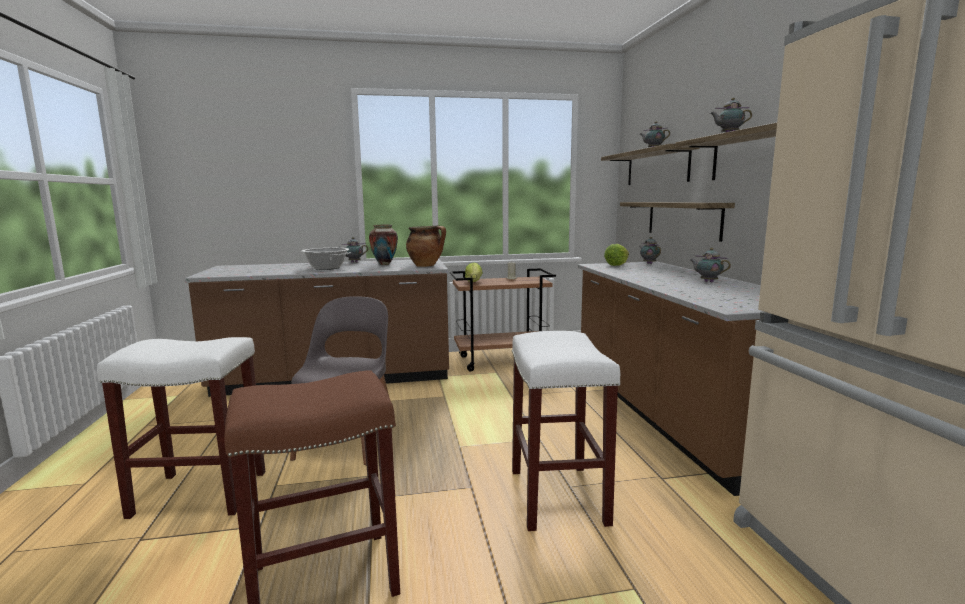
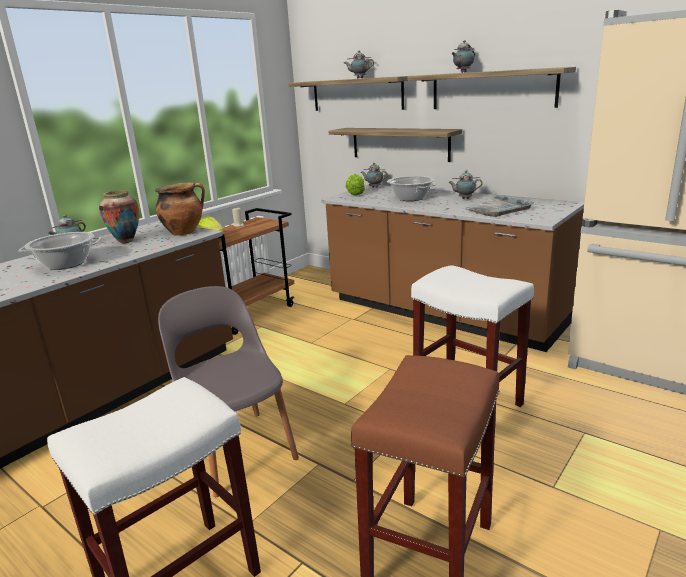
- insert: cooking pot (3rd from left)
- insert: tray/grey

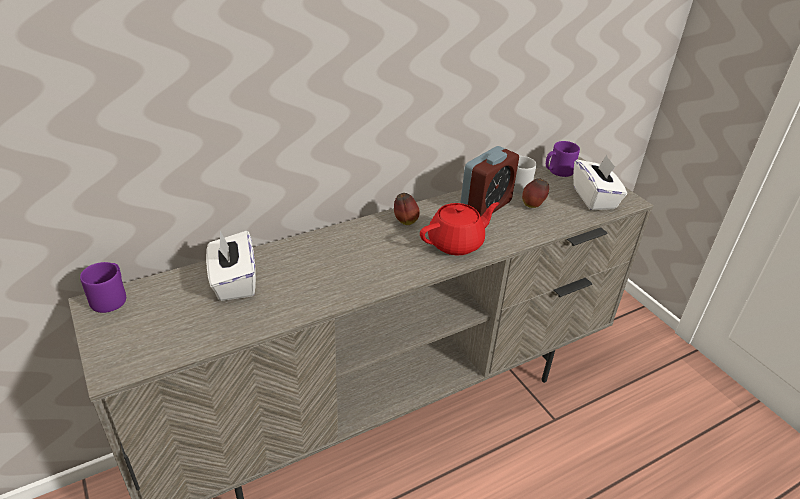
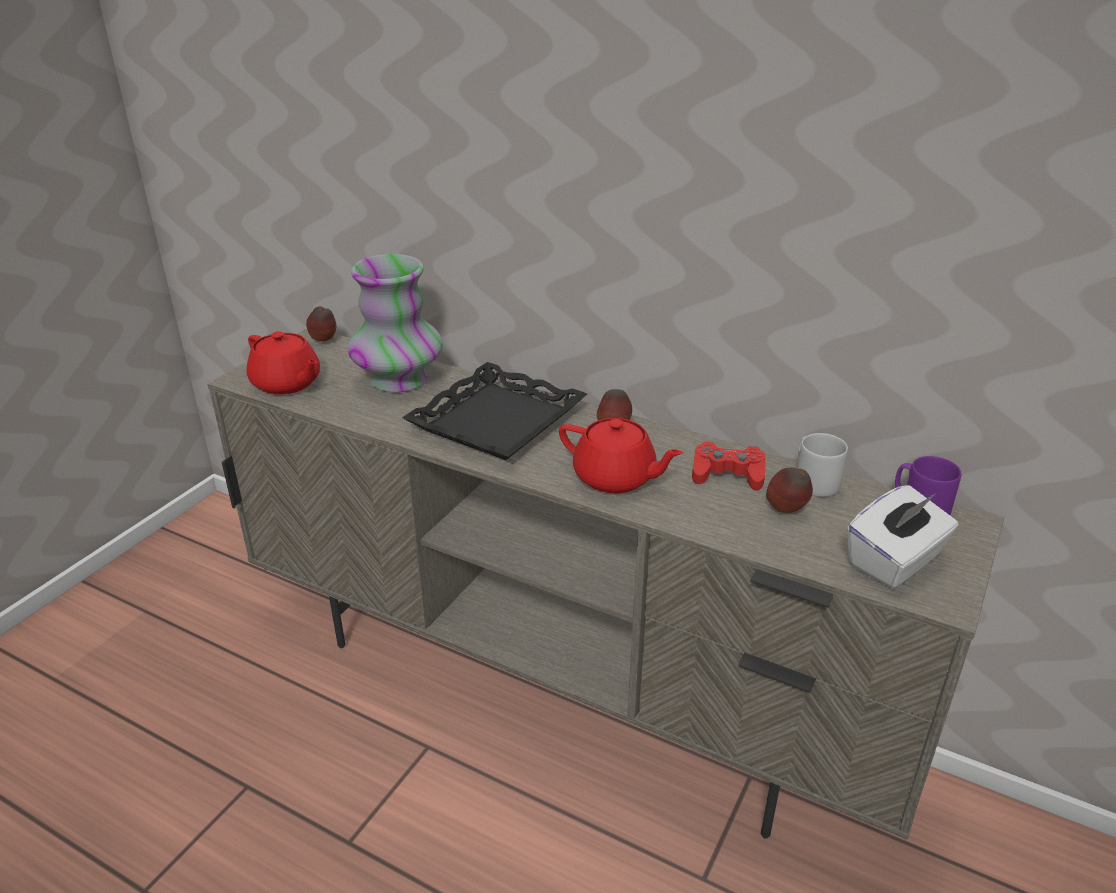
- insert: teapot/red (1st from left)
- replace: mug/purple (1st from left) to apple (1st from left)
- replace: tissue box/white (1st from left) to vase
- insert: tray/black
- replace: alarm clock to game controller/red

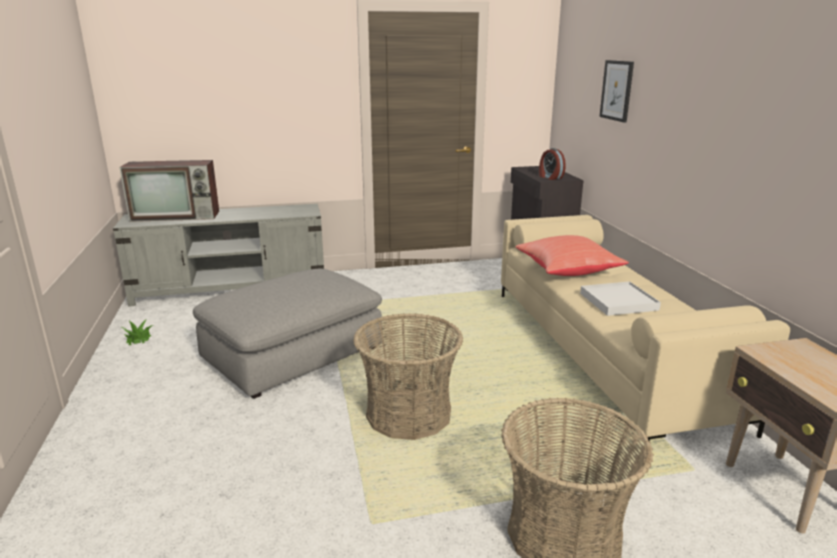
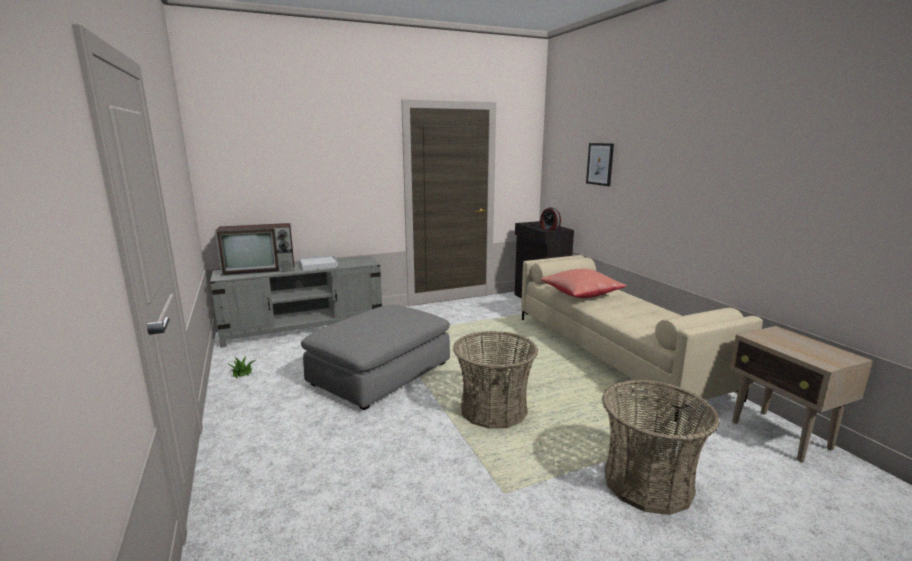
- move: tray/white

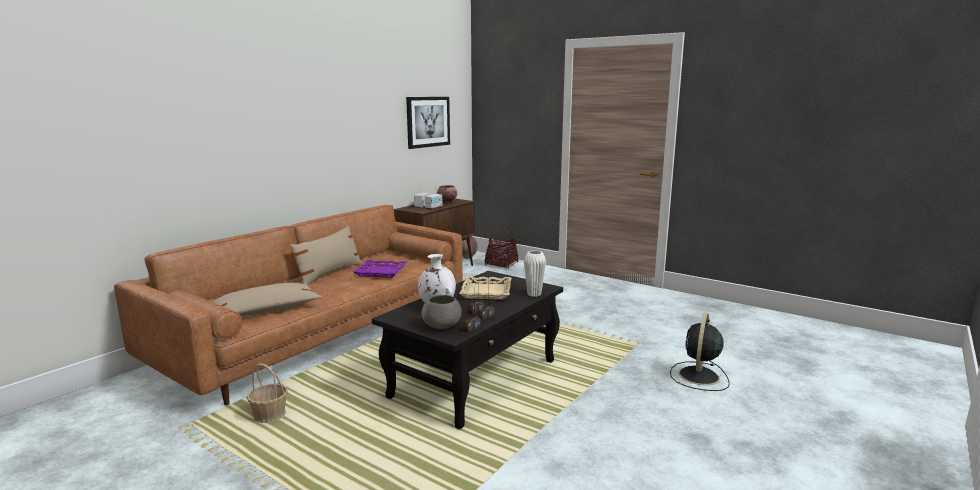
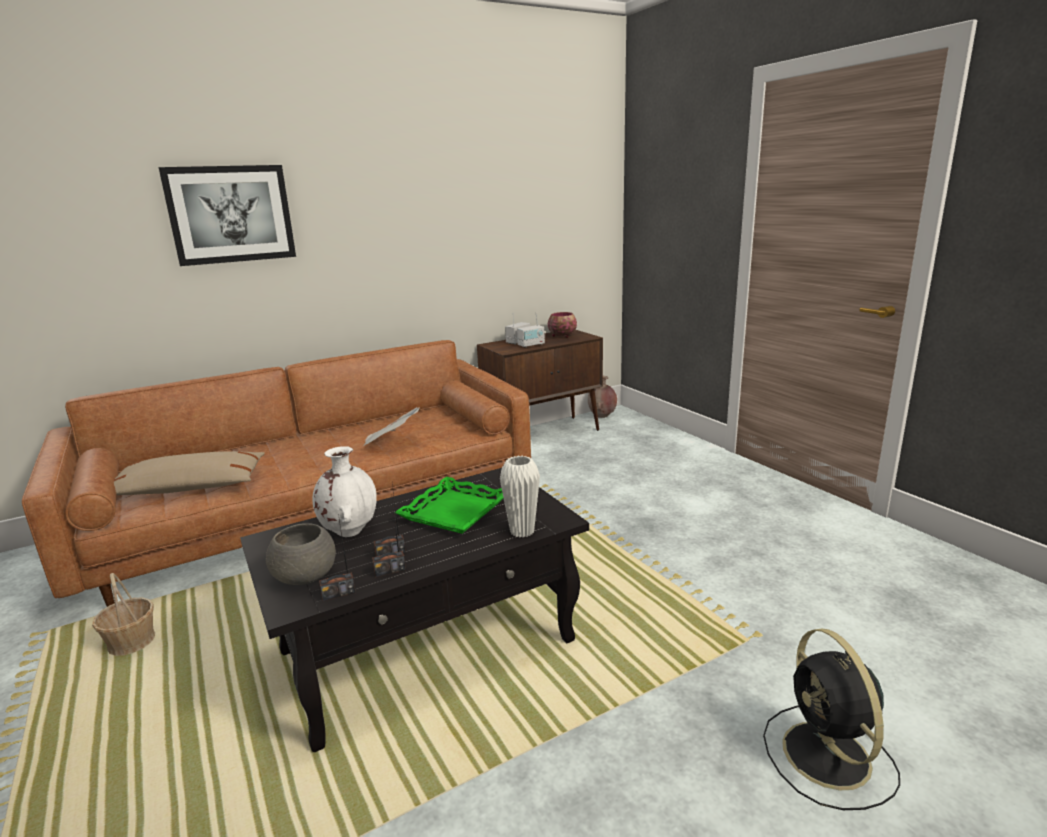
- move: picture
- replace: tray/purple to newspaper
- recolor: tray/beige to tray/green
- rotate: fan/black 60 degrees counterclockwise
- delete: pillow/beige (2nd from left)
- delete: basket (2nd from left)

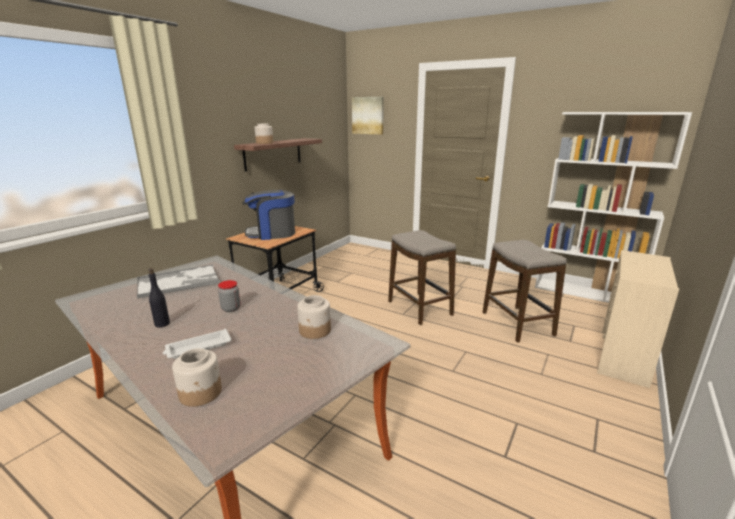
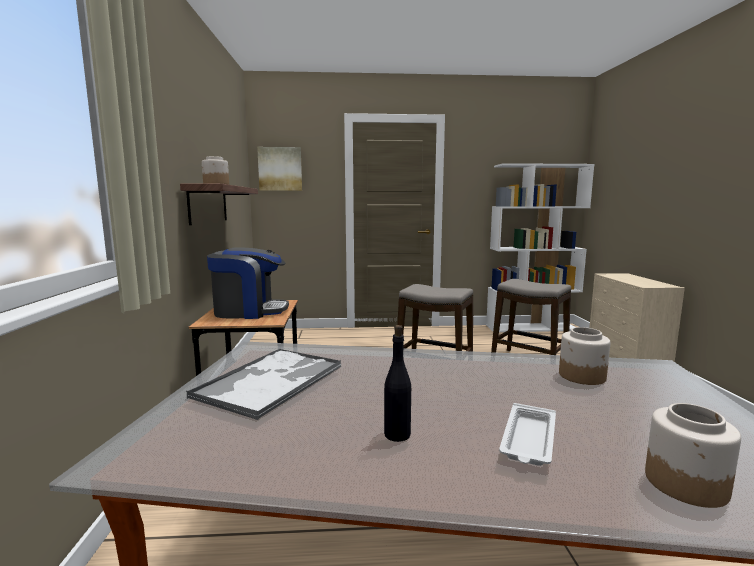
- rotate: coffee machine 135 degrees counterclockwise
- delete: jar (2nd from left)

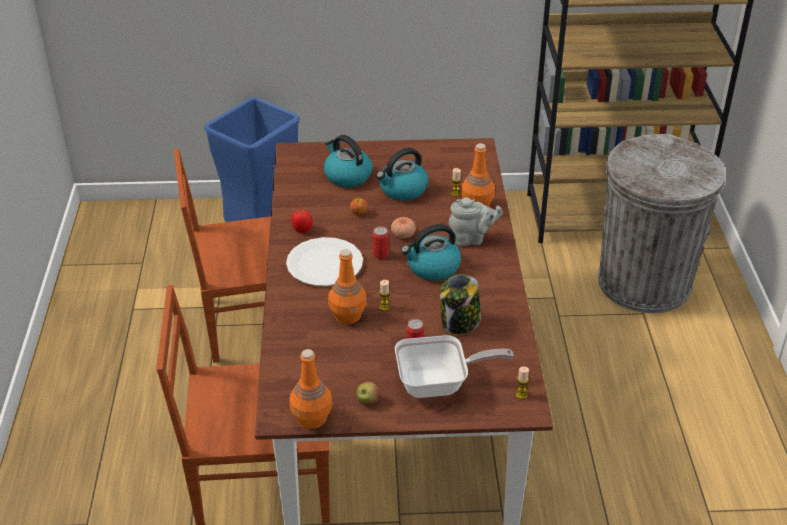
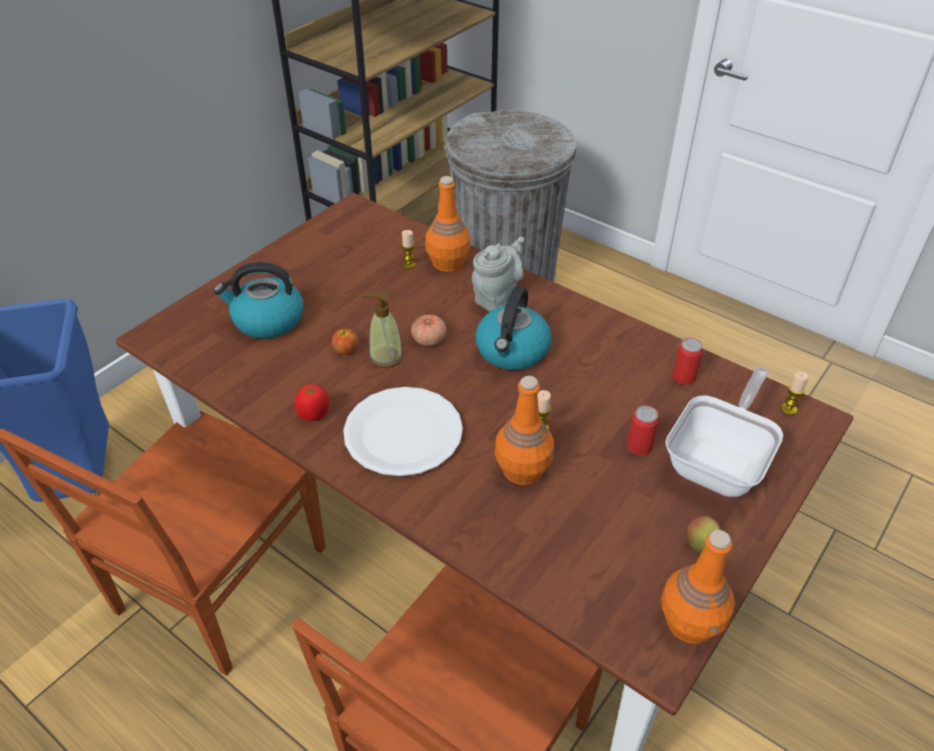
- insert: soap dispenser
- move: can (1st from left in the first image) to can (2nd from left)
- delete: kettle (2nd from left)
- delete: jar

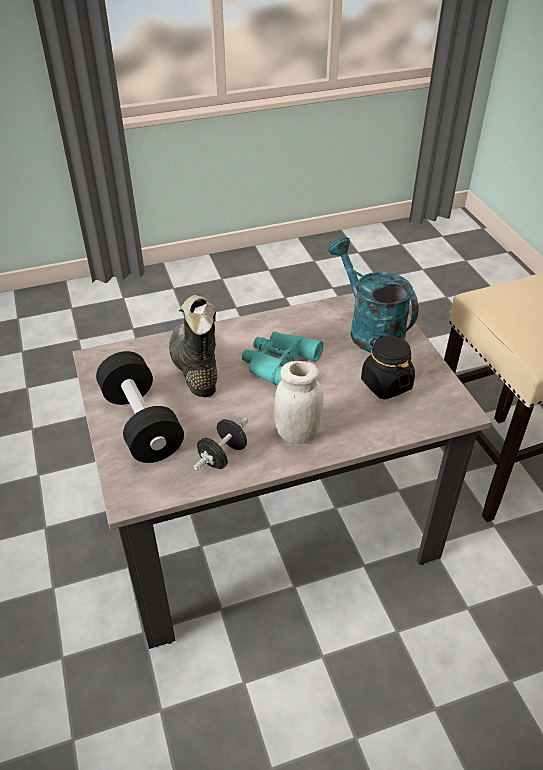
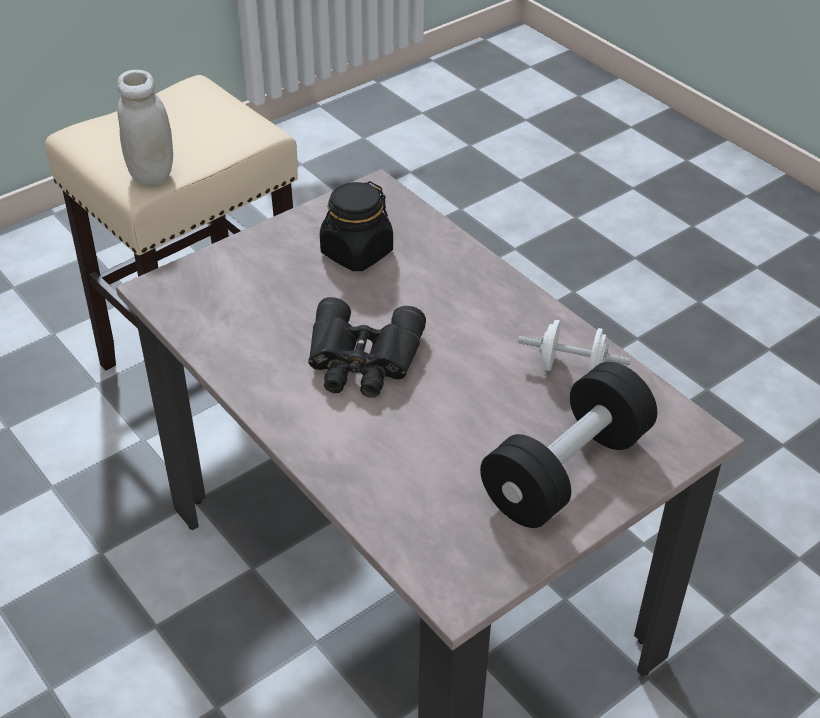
- move: jar/white
- recolor: binoculars/turquoise to binoculars/black
- recolor: dumbbell/black (2nd from left) to dumbbell/white
- delete: boot/black
- delete: watering can/turquoise

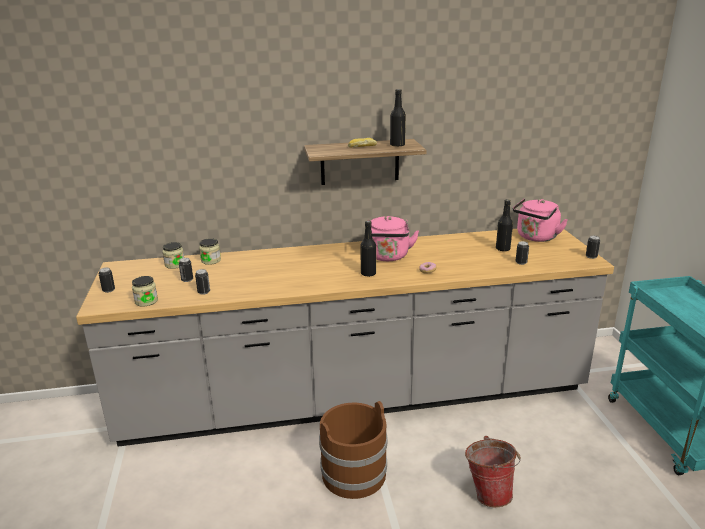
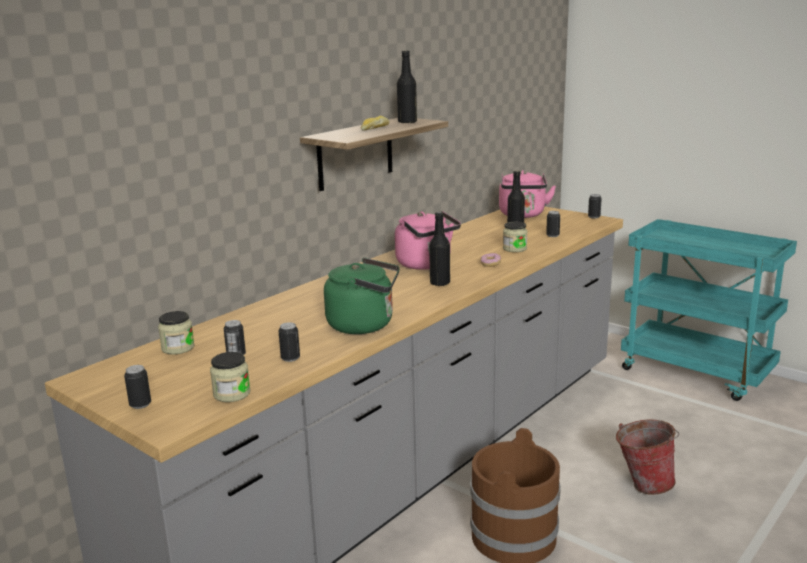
- insert: kettle/green
- move: jar (3rd from left)

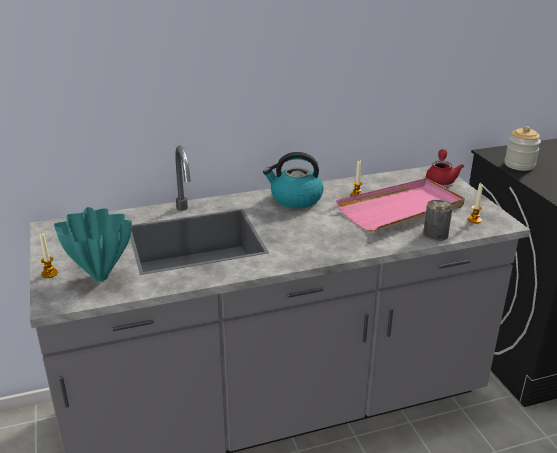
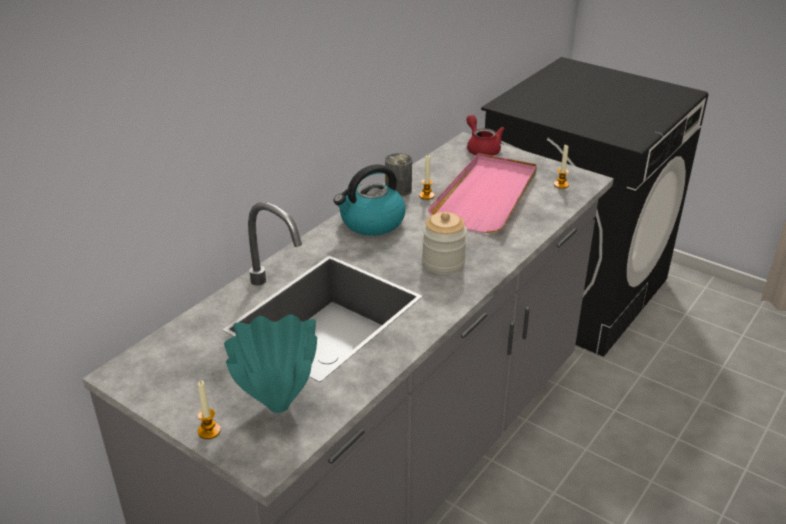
- move: can
- move: jar

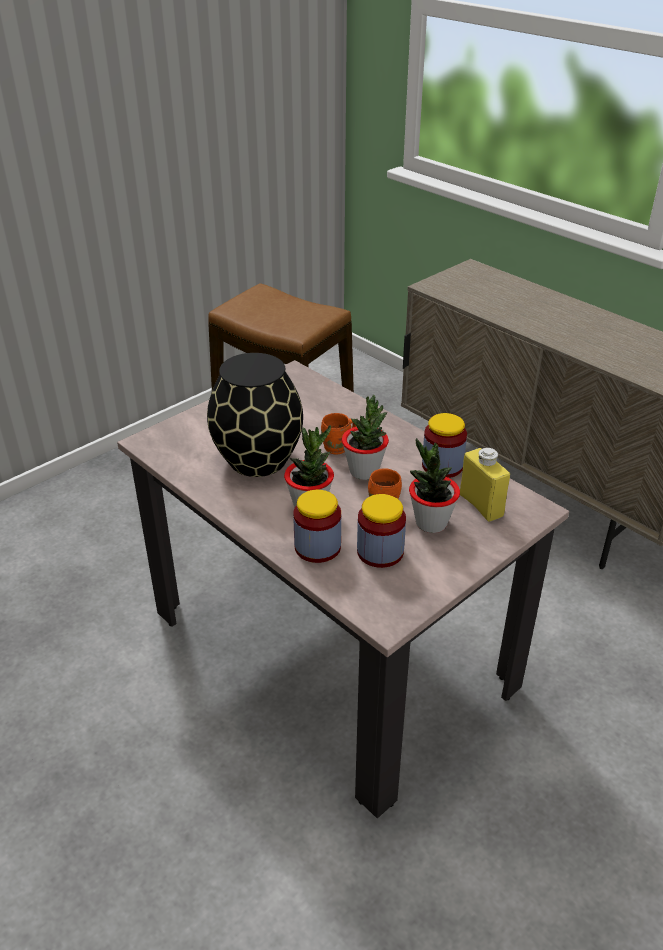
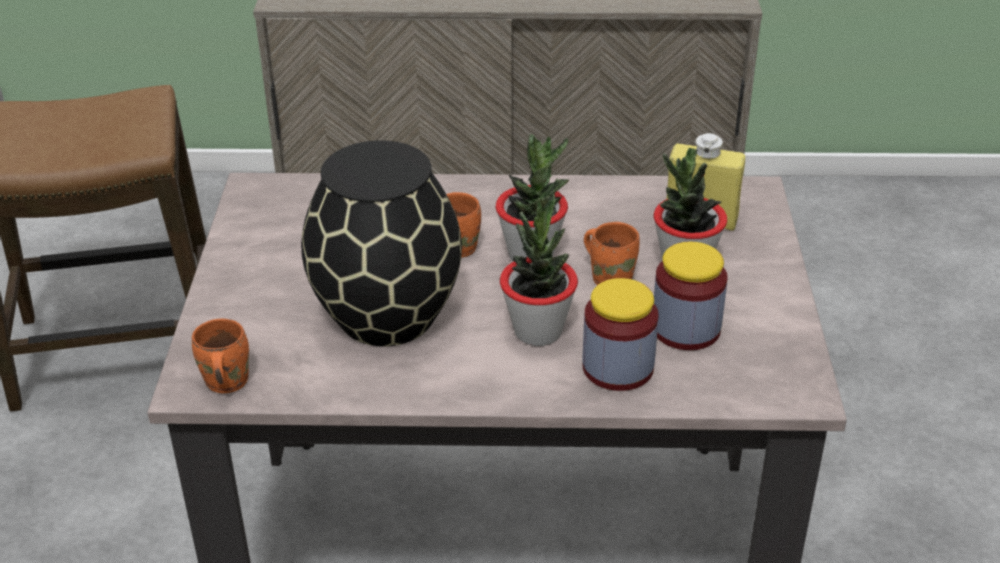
- insert: mug/orange (1st from left)
- delete: jar (3rd from left)

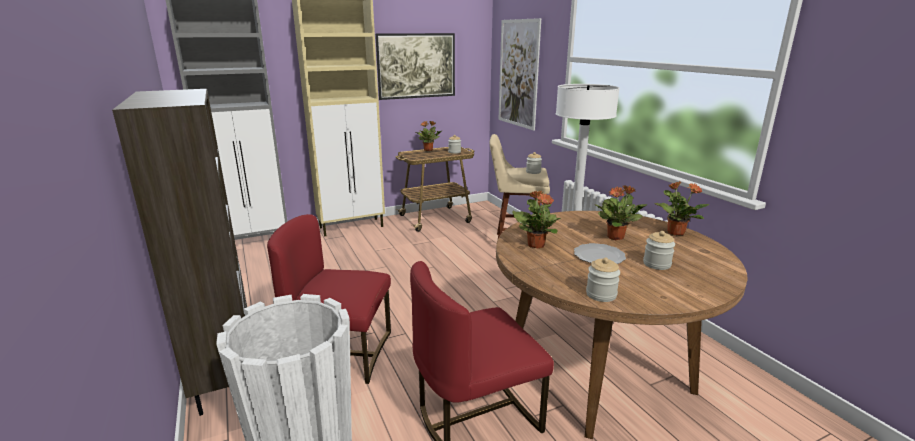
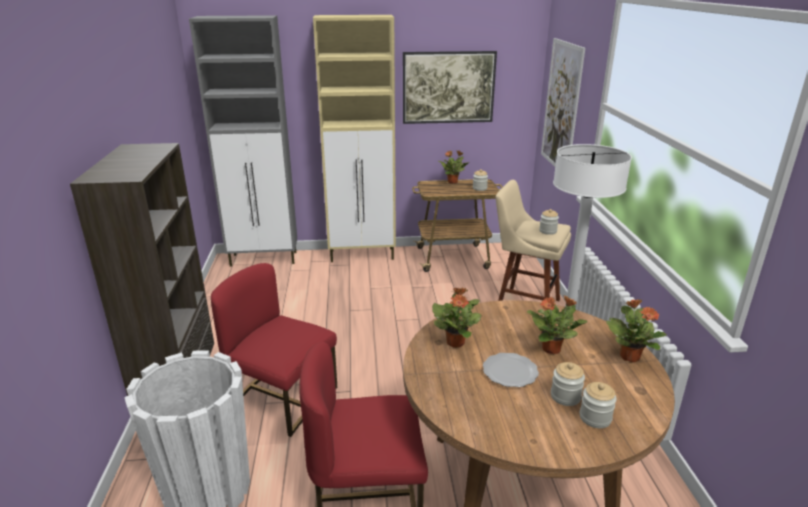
- move: jar (3rd from left in the first image) to jar (4th from left)

